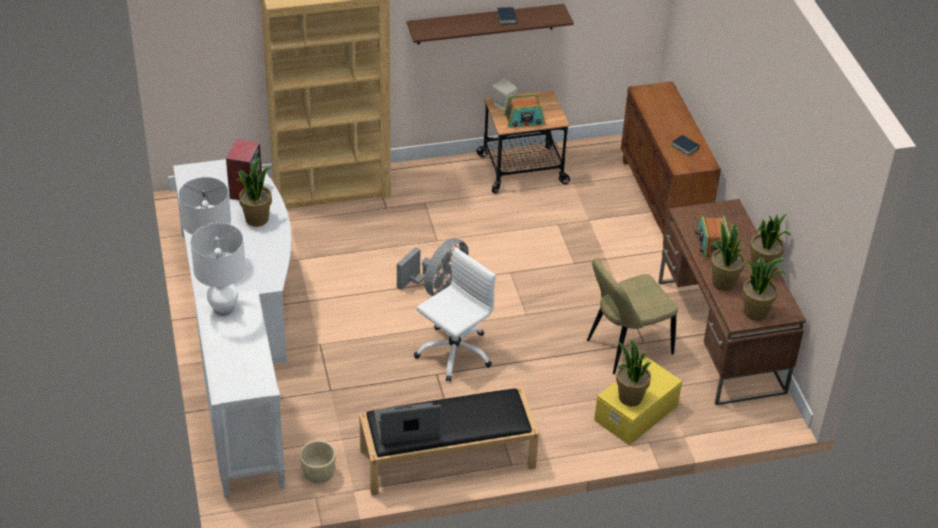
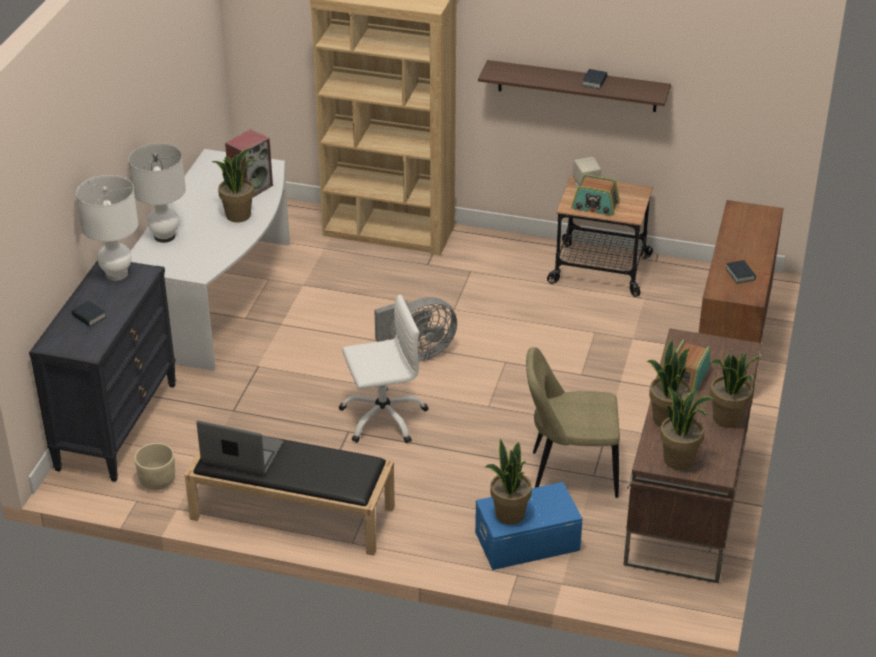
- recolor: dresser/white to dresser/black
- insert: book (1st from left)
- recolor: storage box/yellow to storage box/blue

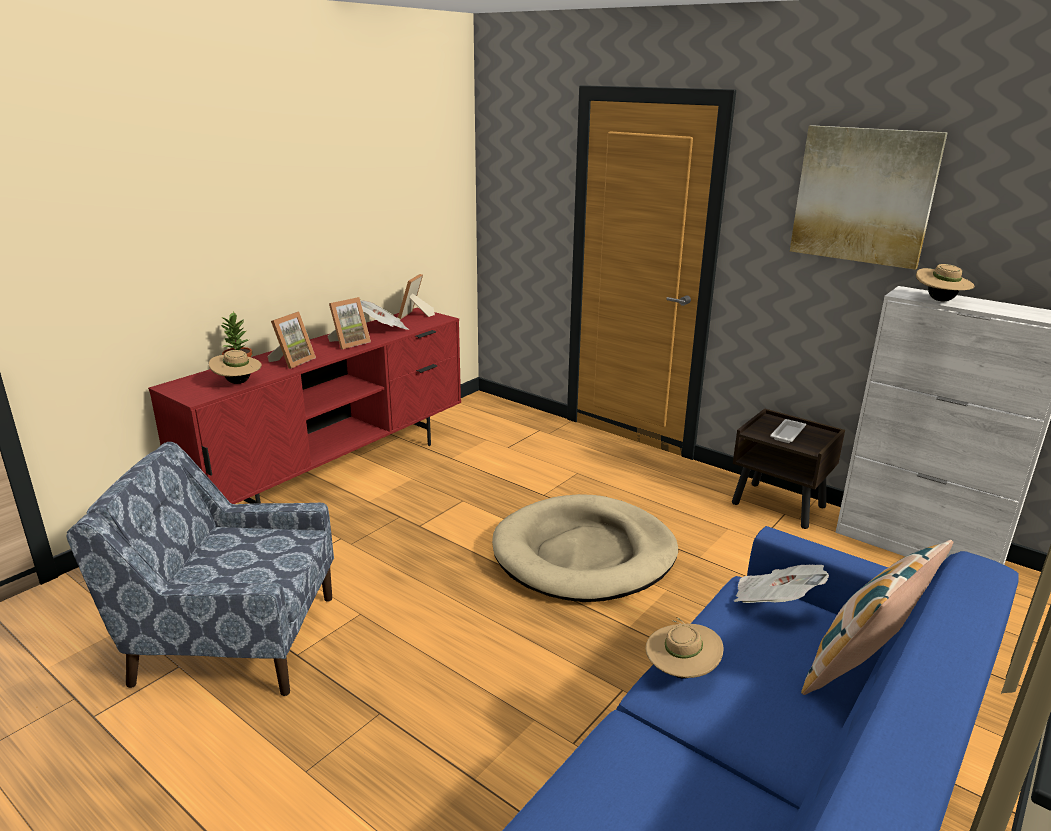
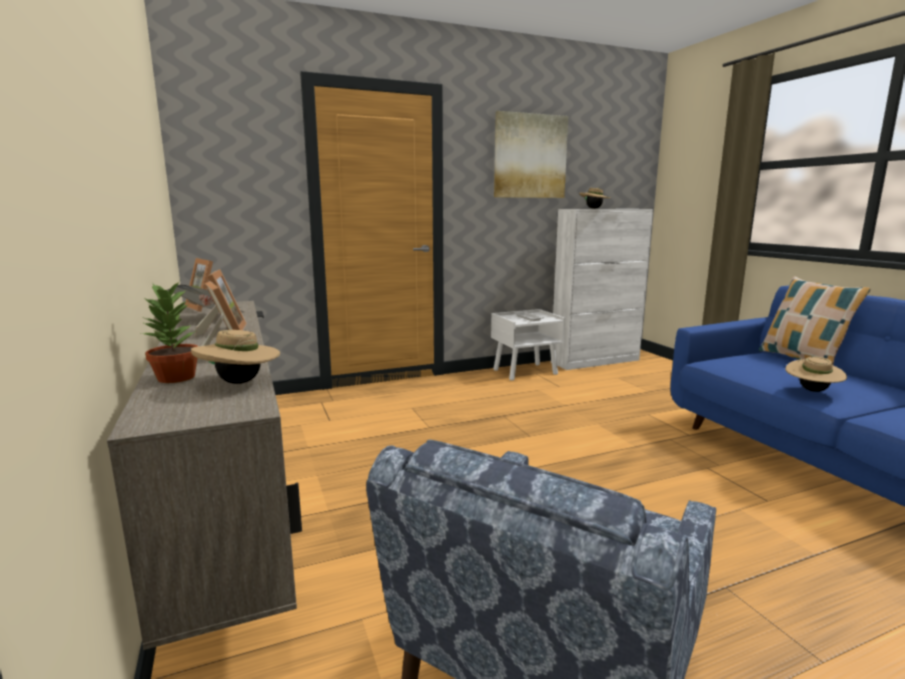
- recolor: tv stand/red to tv stand/beige
- recolor: nightstand/brown to nightstand/white
- delete: dog bed/beige
- delete: newspaper (2nd from left)

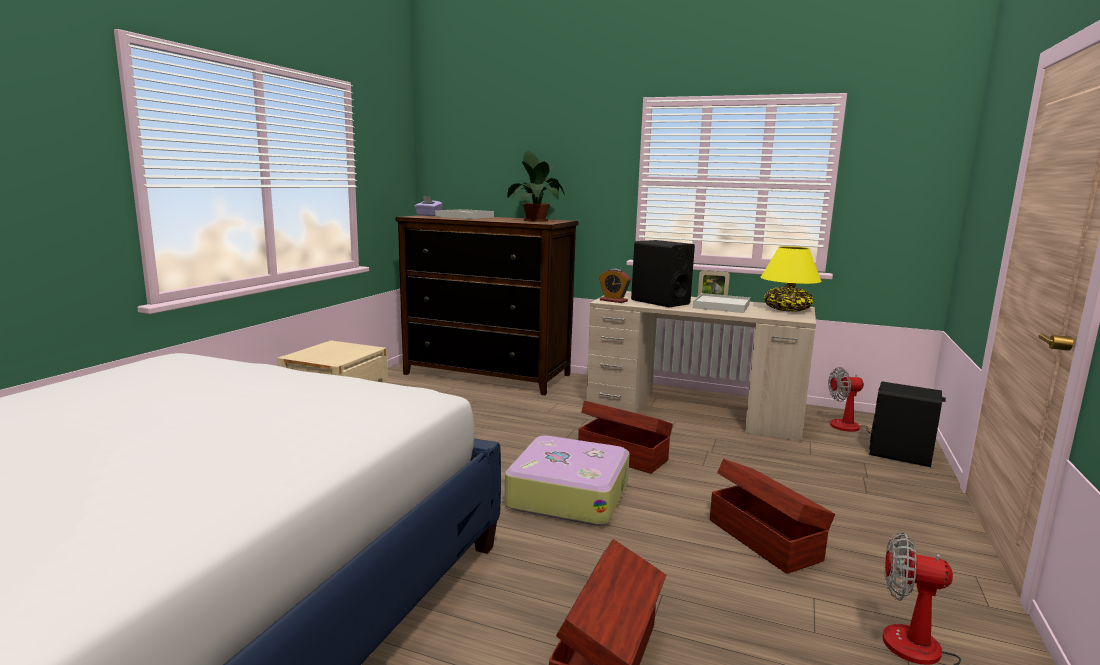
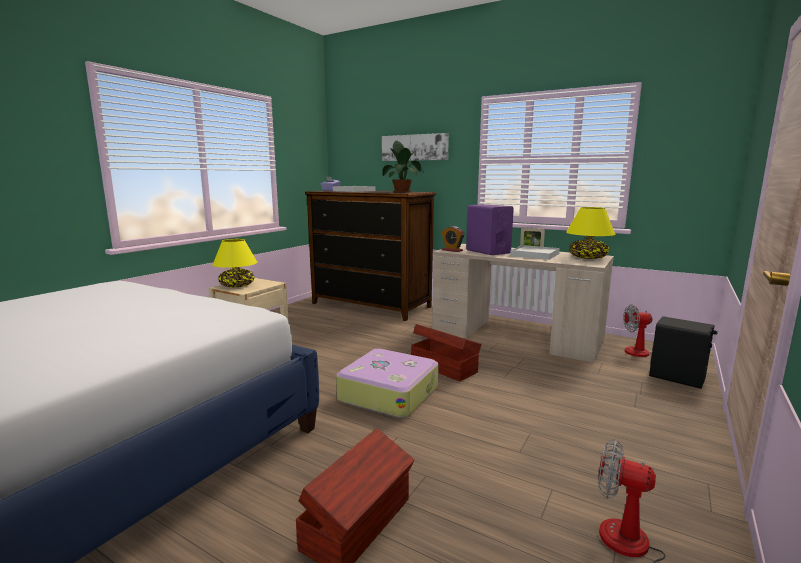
- insert: table lamp/yellow (1st from left)
- insert: picture
- recolor: speaker/black (1st from left) to speaker/purple
- delete: storage box/brown (3rd from left)

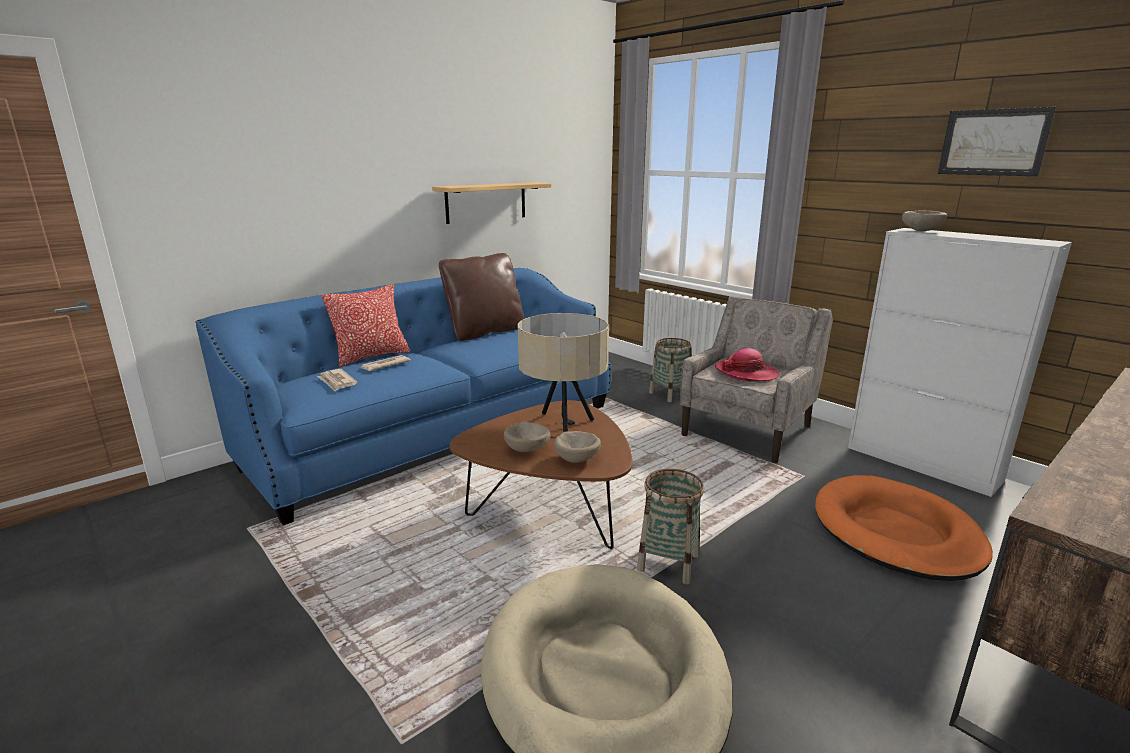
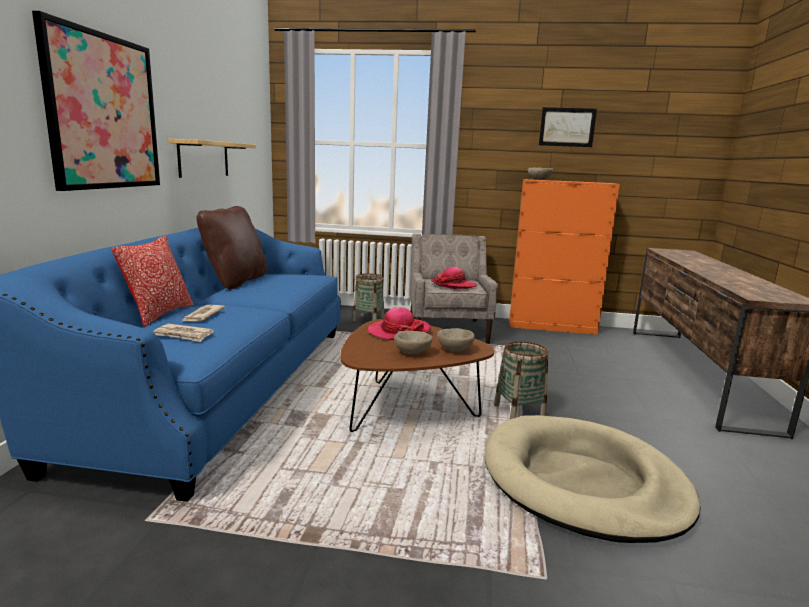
- insert: picture (1st from left)
- replace: table lamp/beige to hat (1st from left)
- recolor: cabinet/white to cabinet/orange
- delete: dog bed/orange

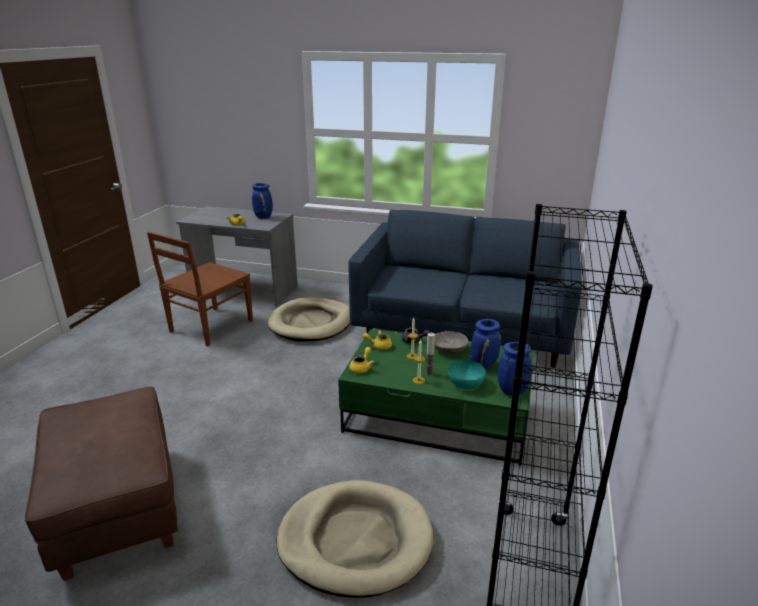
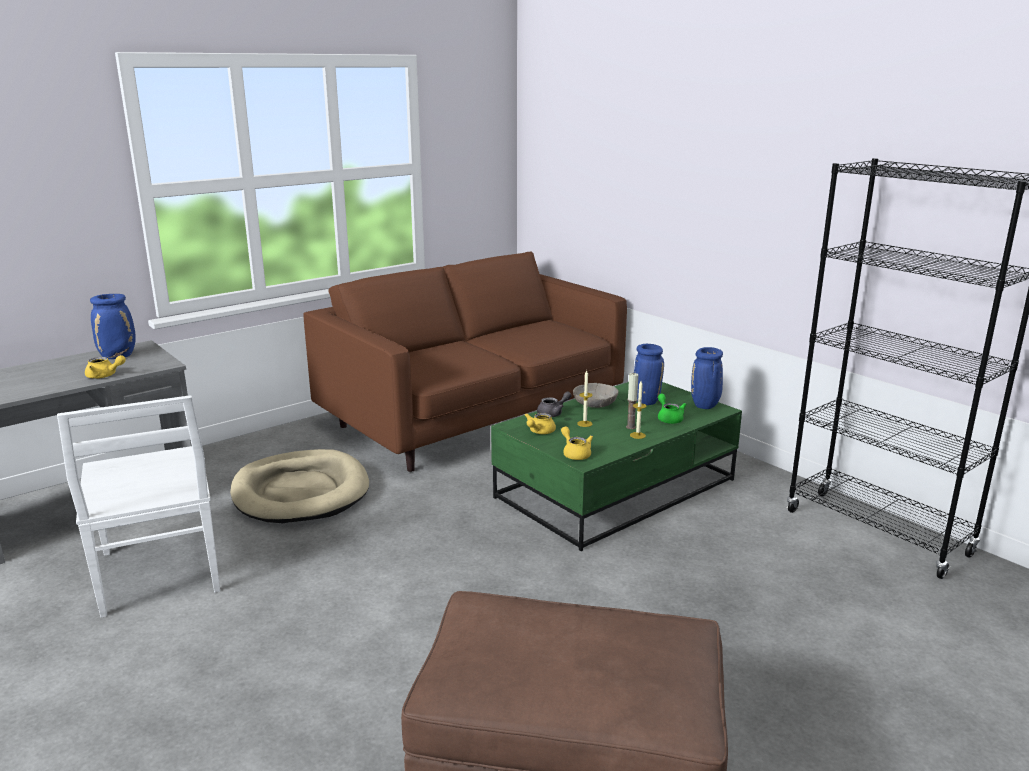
- recolor: chair/brown to chair/white
- recolor: sofa/blue to sofa/brown
- replace: bowl/turquoise to teapot/green
- delete: dog bed/beige (2nd from left)

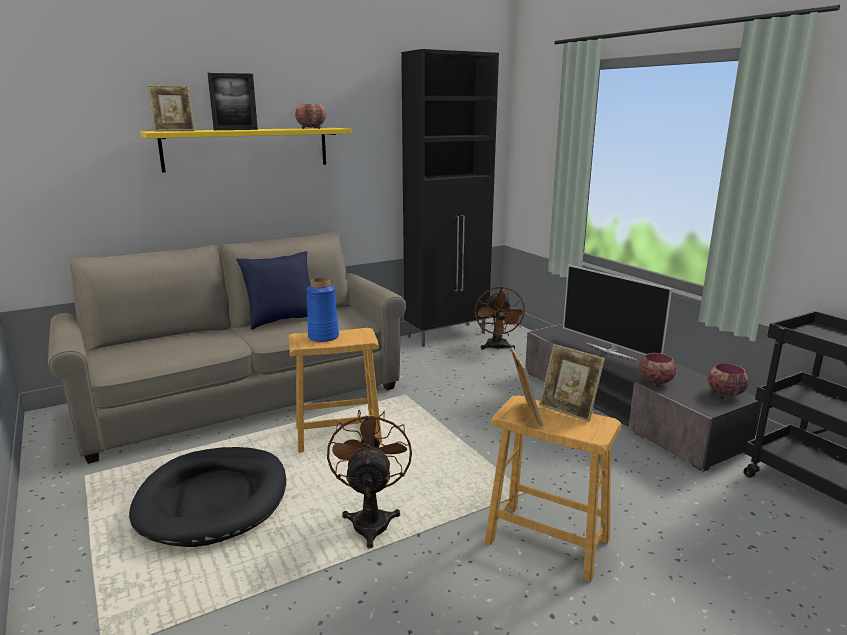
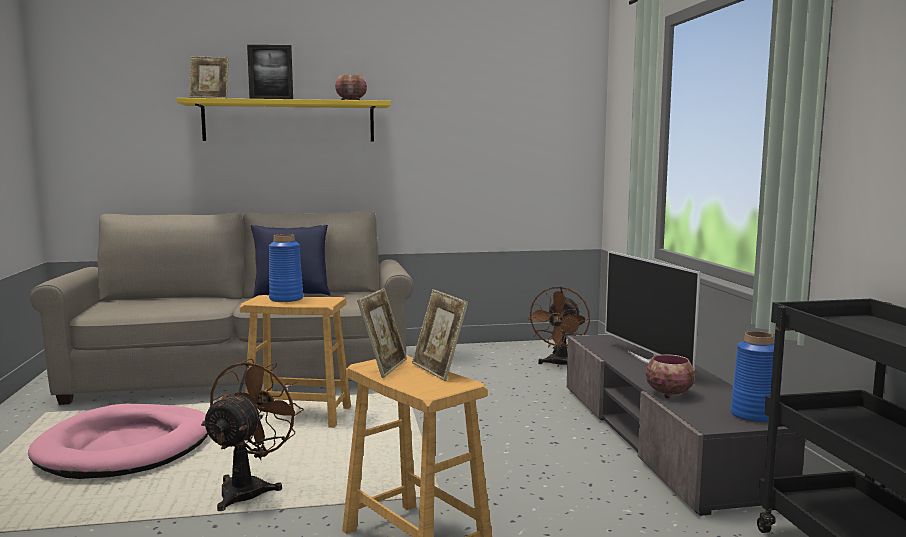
- recolor: dog bed/black to dog bed/pink
- replace: bowl (3rd from left) to vase/blue (2nd from left)
- delete: cabinet/black

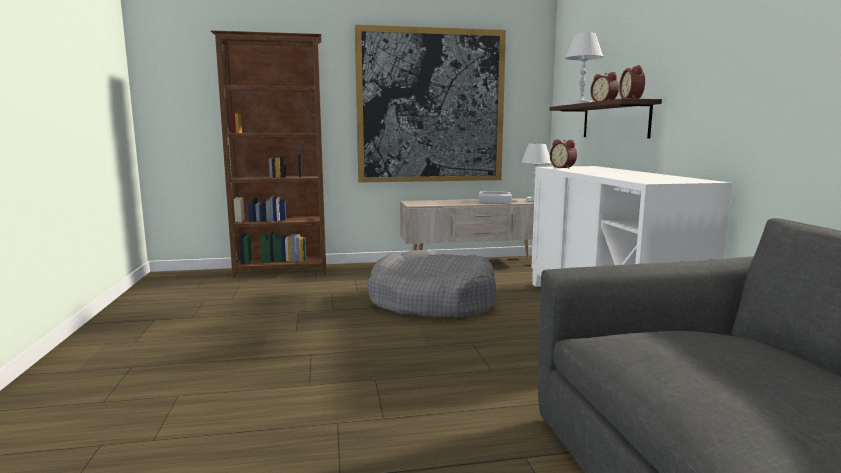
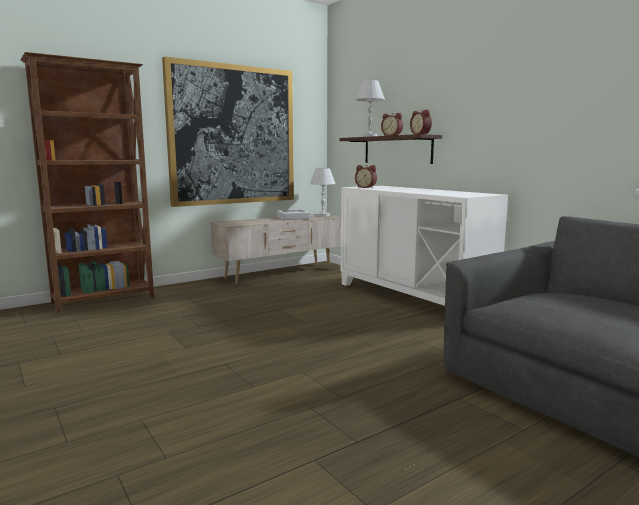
- delete: dog bed/grey

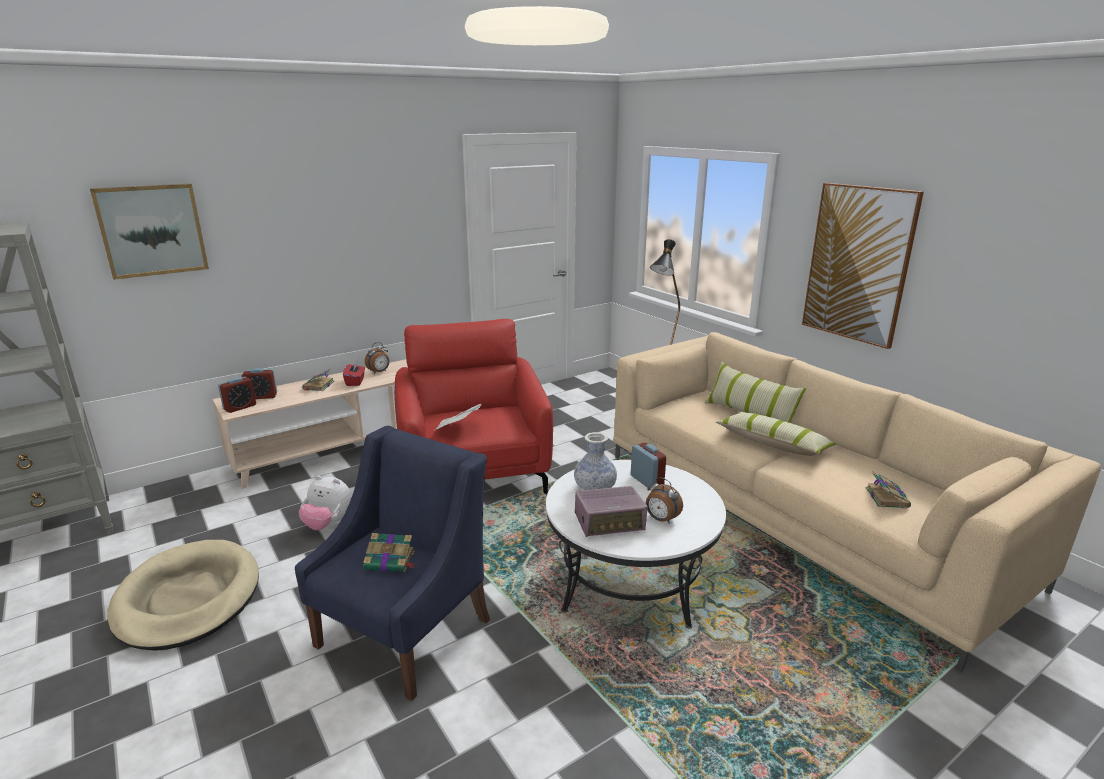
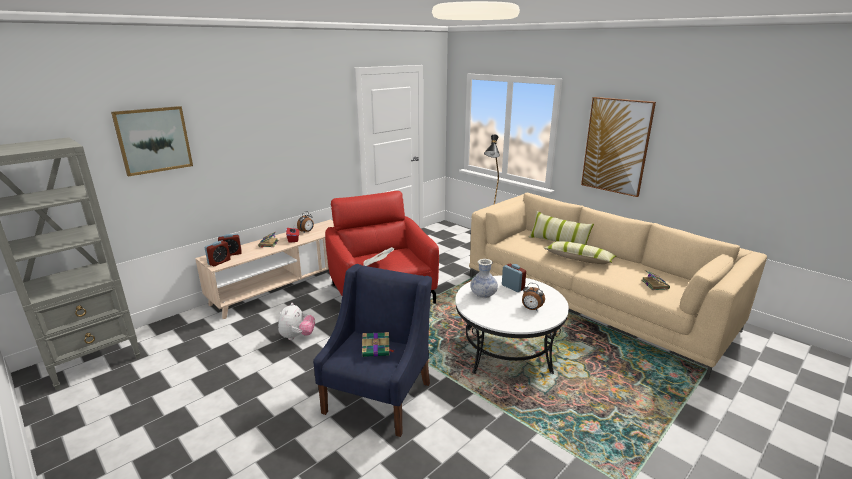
- rotate: plush toy 90 degrees counterclockwise
- delete: dog bed/beige
- delete: radio

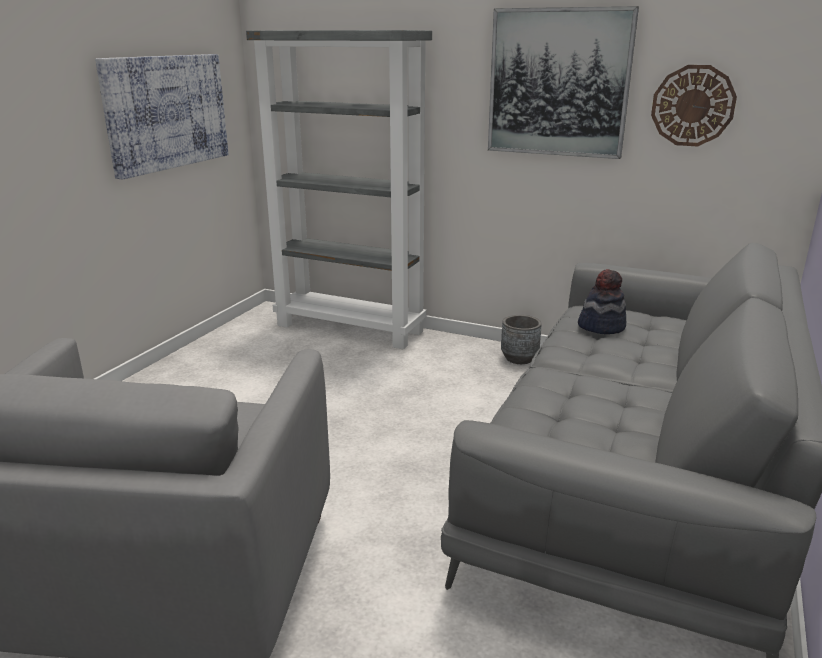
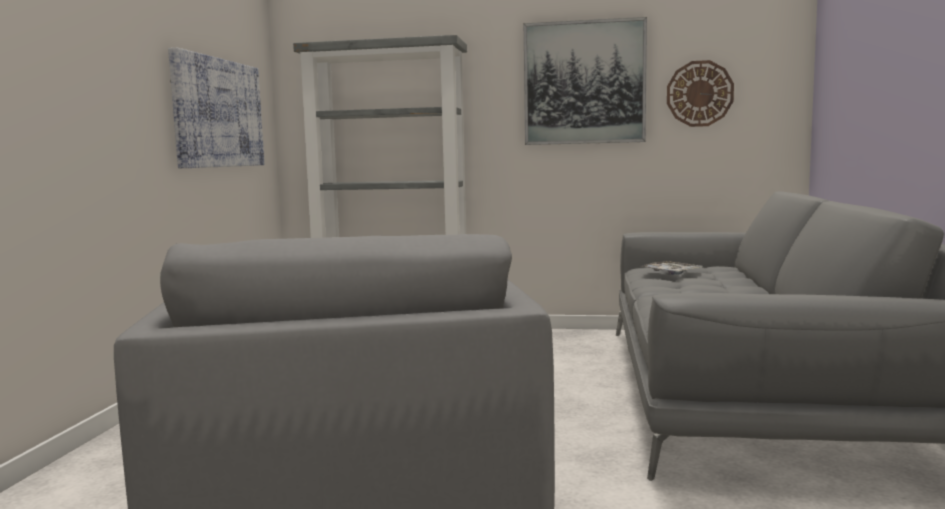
- replace: hat to tray
- delete: planter/grey

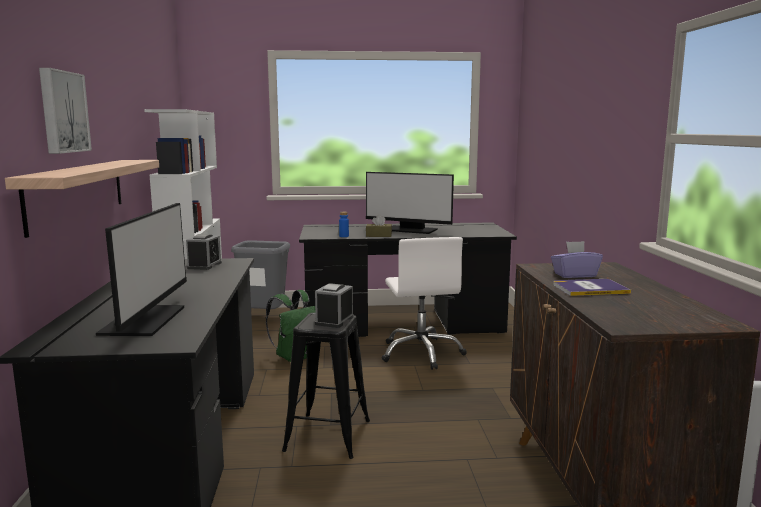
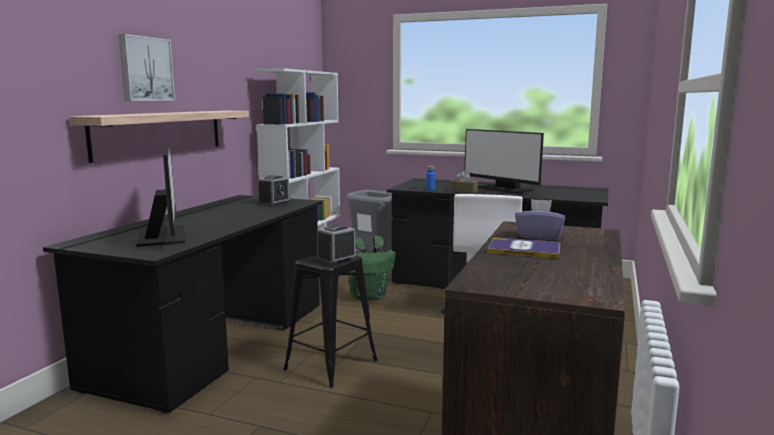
- rotate: monitor (1st from left) 45 degrees counterclockwise

